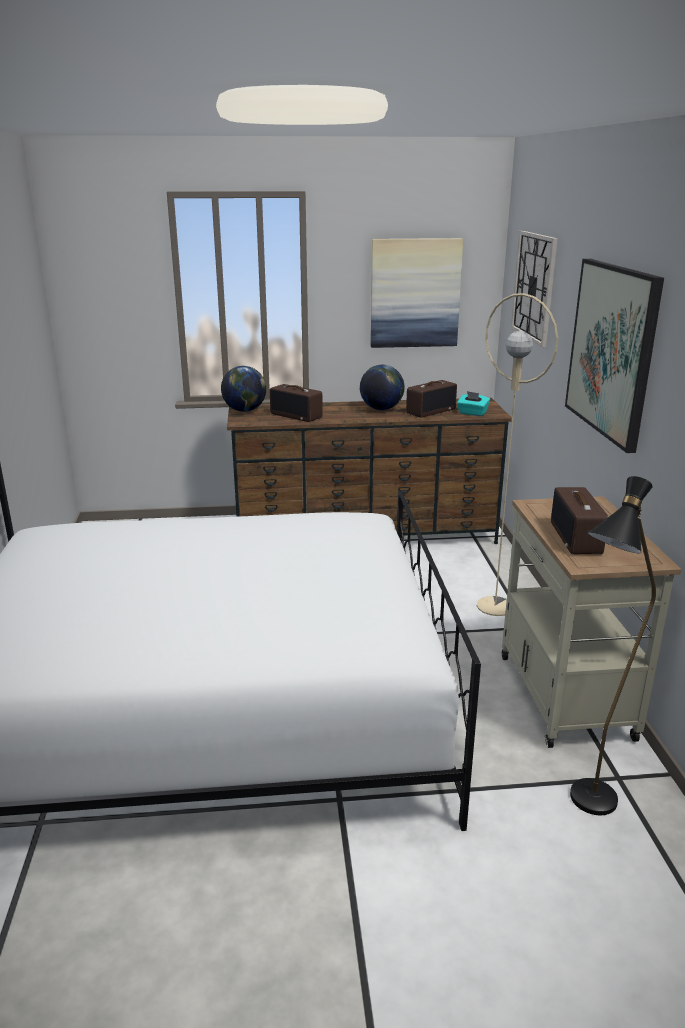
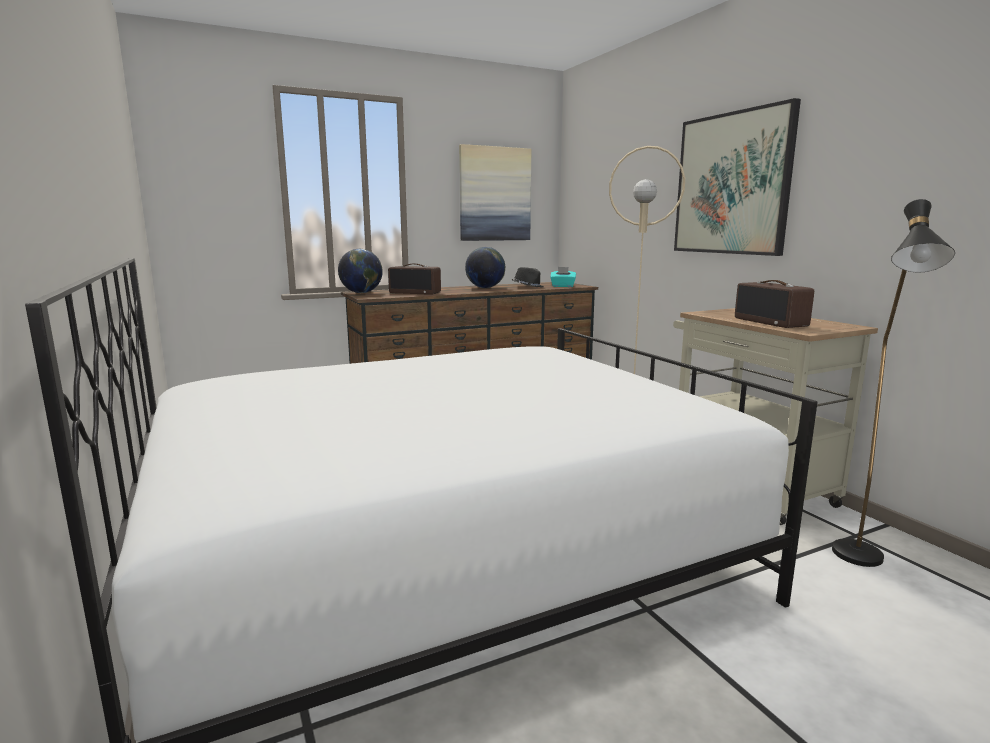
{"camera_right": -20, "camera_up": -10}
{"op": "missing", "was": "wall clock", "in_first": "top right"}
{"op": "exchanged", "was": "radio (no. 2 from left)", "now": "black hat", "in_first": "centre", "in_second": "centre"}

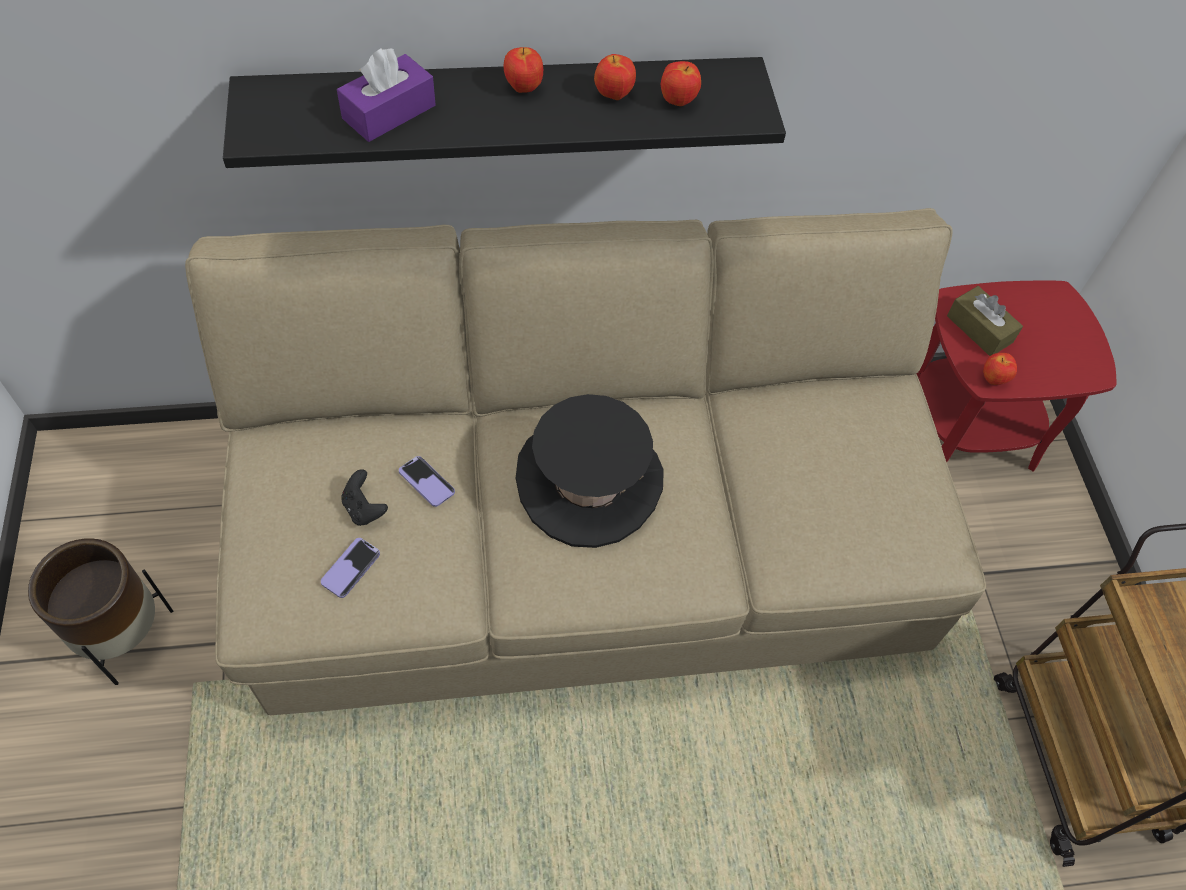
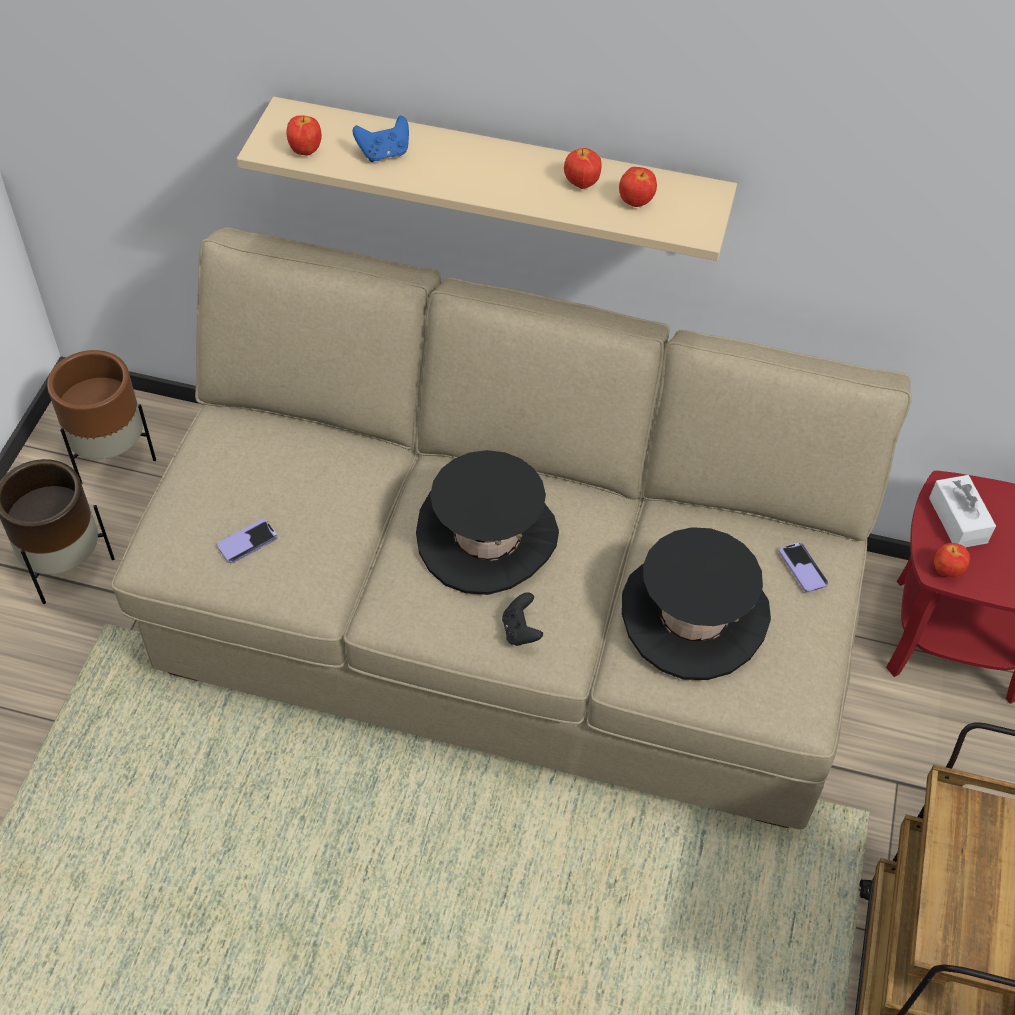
{"camera_right": 25, "camera_up": -5}
{"op": "appeared", "now": "brown planter (no. 2 from left)", "in_second": "middle left"}
{"op": "appeared", "now": "black hat (no. 2 from left)", "in_second": "middle right"}
{"op": "relocated", "was": "black game controller", "in_first": "middle left", "in_second": "centre"}
{"op": "relocated", "was": "phone (no. 2 from left)", "in_first": "centre", "in_second": "middle right"}
{"op": "relocated", "was": "apple (no. 1 from left)", "in_first": "top centre", "in_second": "top left"}
{"op": "exchanged", "was": "purple tissue box", "now": "blue game controller", "in_first": "top left", "in_second": "top centre"}
{"op": "colour", "was": "black shelf", "now": "beige shelf", "in_first": "top centre", "in_second": "top centre"}
{"op": "colour", "was": "brown tissue box", "now": "white tissue box", "in_first": "middle right", "in_second": "middle right"}

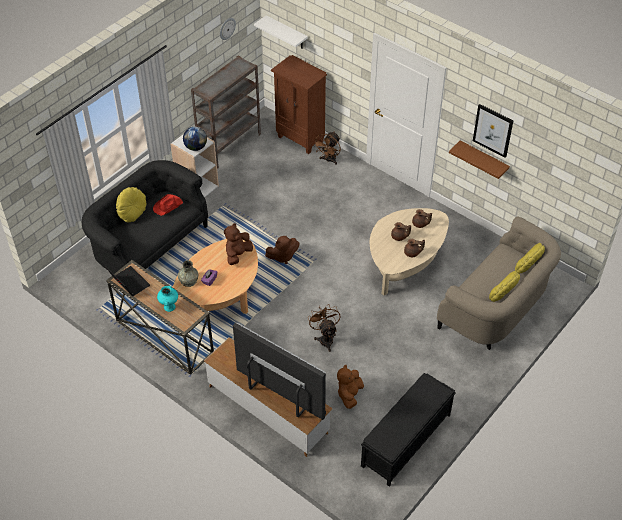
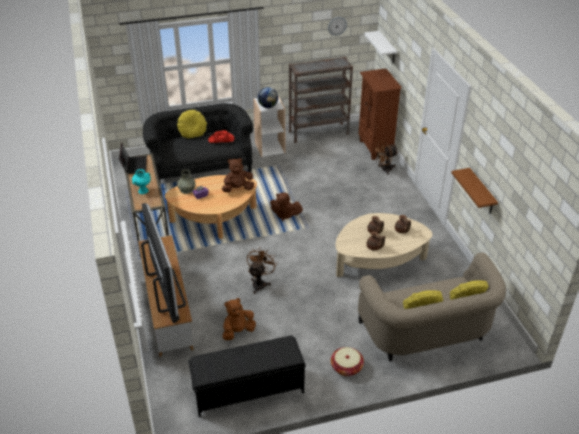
{"camera_right": 35, "camera_up": -10}
{"op": "missing", "was": "picture", "in_first": "top right"}
{"op": "appeared", "now": "basket", "in_second": "bottom centre"}

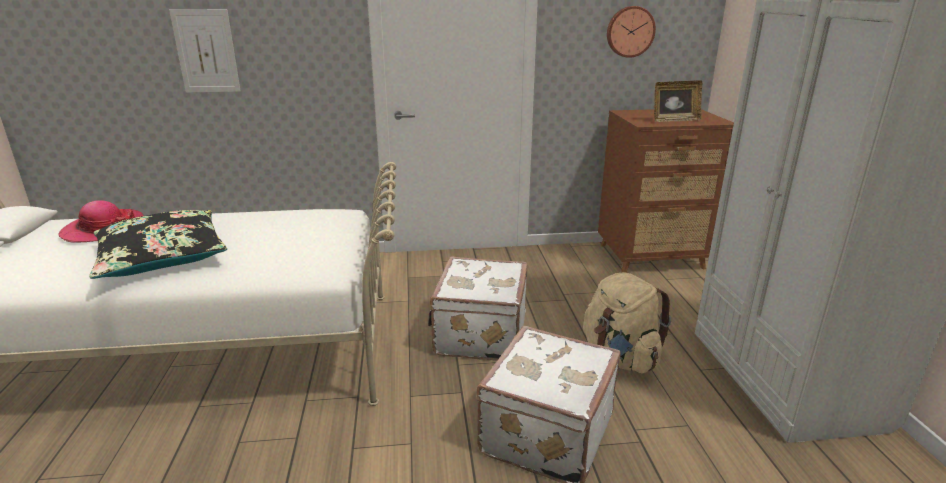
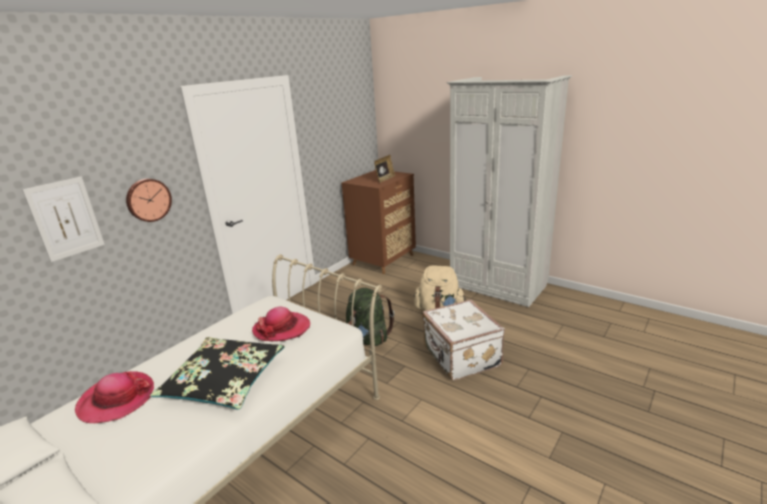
{"camera_right": -45, "camera_up": 0}
{"op": "appeared", "now": "hat (no. 2 from left)", "in_second": "centre"}
{"op": "relocated", "was": "wall clock", "in_first": "top right", "in_second": "middle left"}
{"op": "exchanged", "was": "white suitcase (no. 1 from left)", "now": "green backpack", "in_first": "centre", "in_second": "centre"}

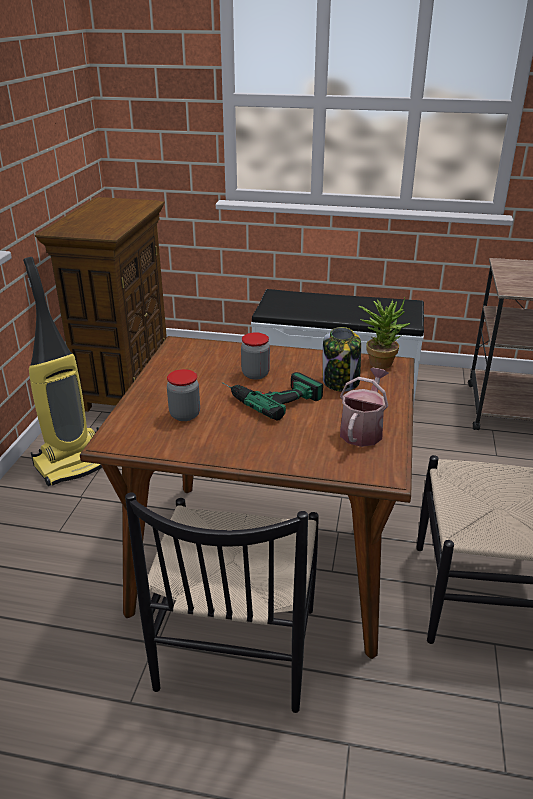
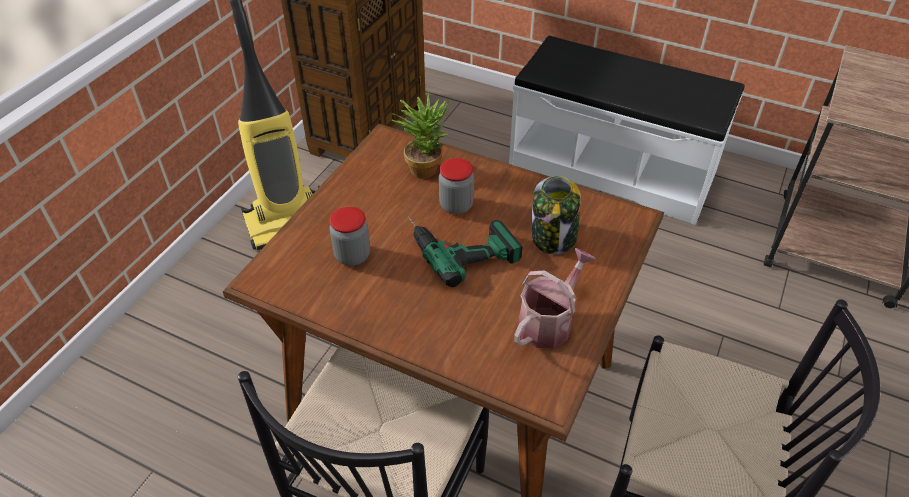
{"camera_right": 15, "camera_up": 15}
{"op": "relocated", "was": "potted plant", "in_first": "middle right", "in_second": "top centre"}

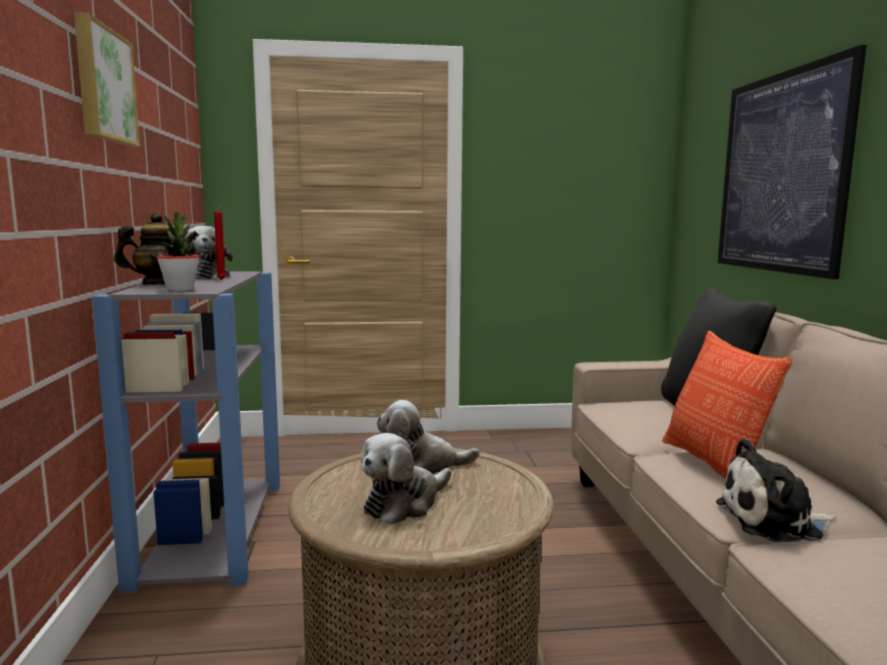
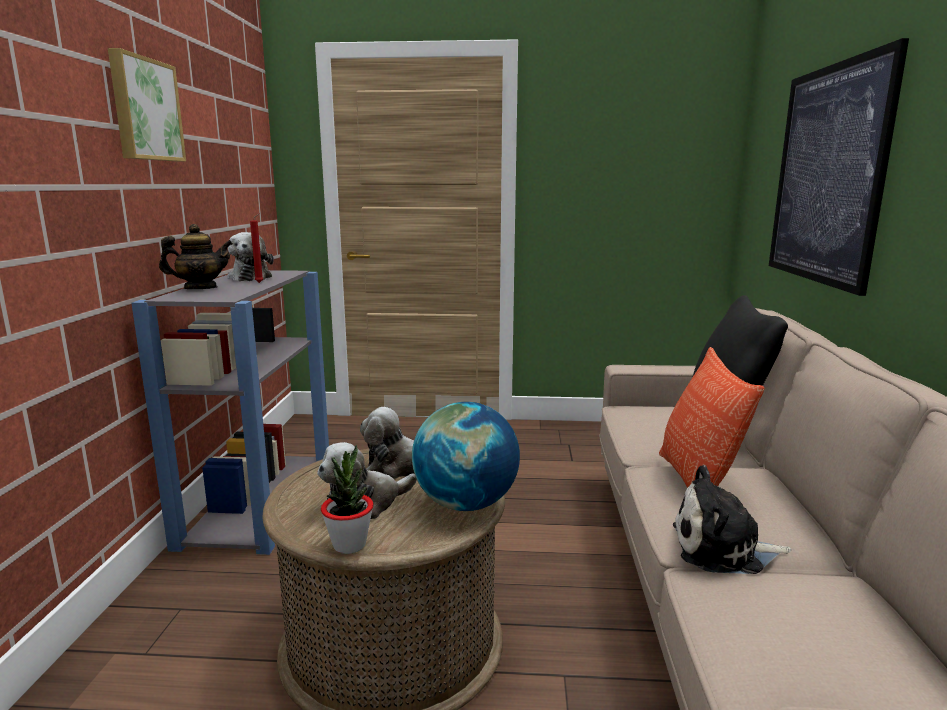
{"camera_right": 10, "camera_up": 5}
{"op": "appeared", "now": "globe", "in_second": "centre"}
{"op": "relocated", "was": "potted plant", "in_first": "middle left", "in_second": "bottom centre"}

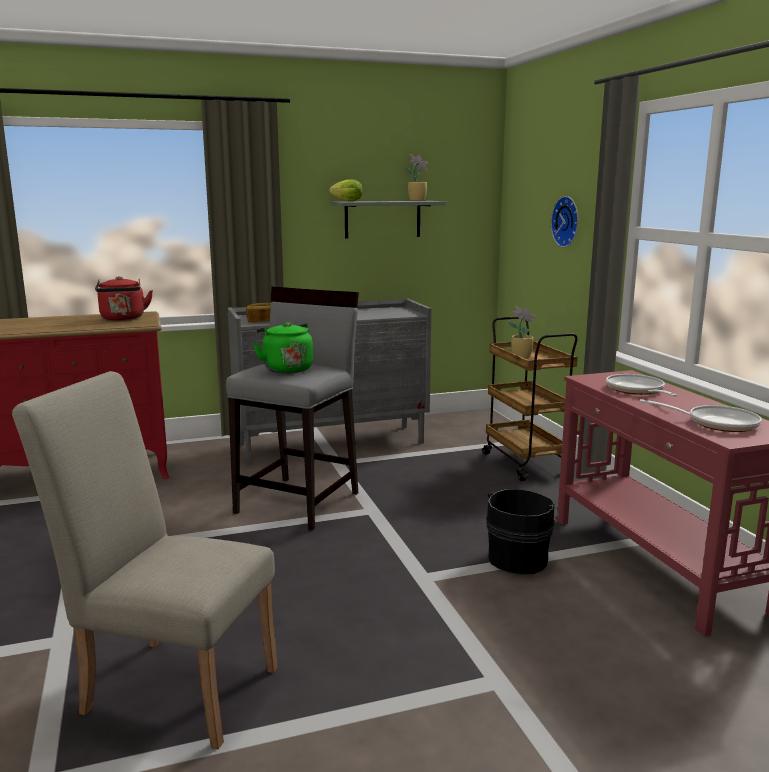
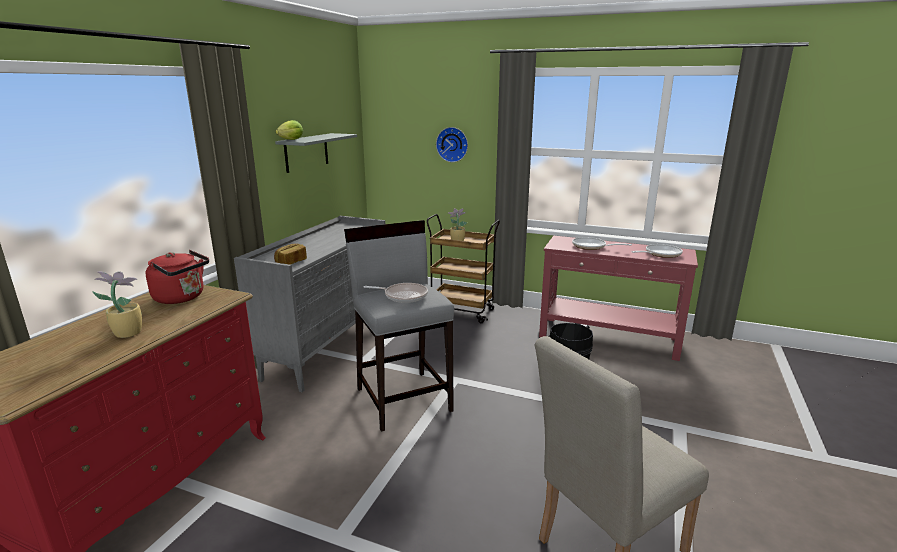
{"camera_right": -50, "camera_up": 5}
{"op": "relocated", "was": "potted plant (no. 1 from left)", "in_first": "top centre", "in_second": "middle left"}
{"op": "exchanged", "was": "green kettle", "now": "frying pan (no. 1 from left)", "in_first": "centre", "in_second": "centre"}

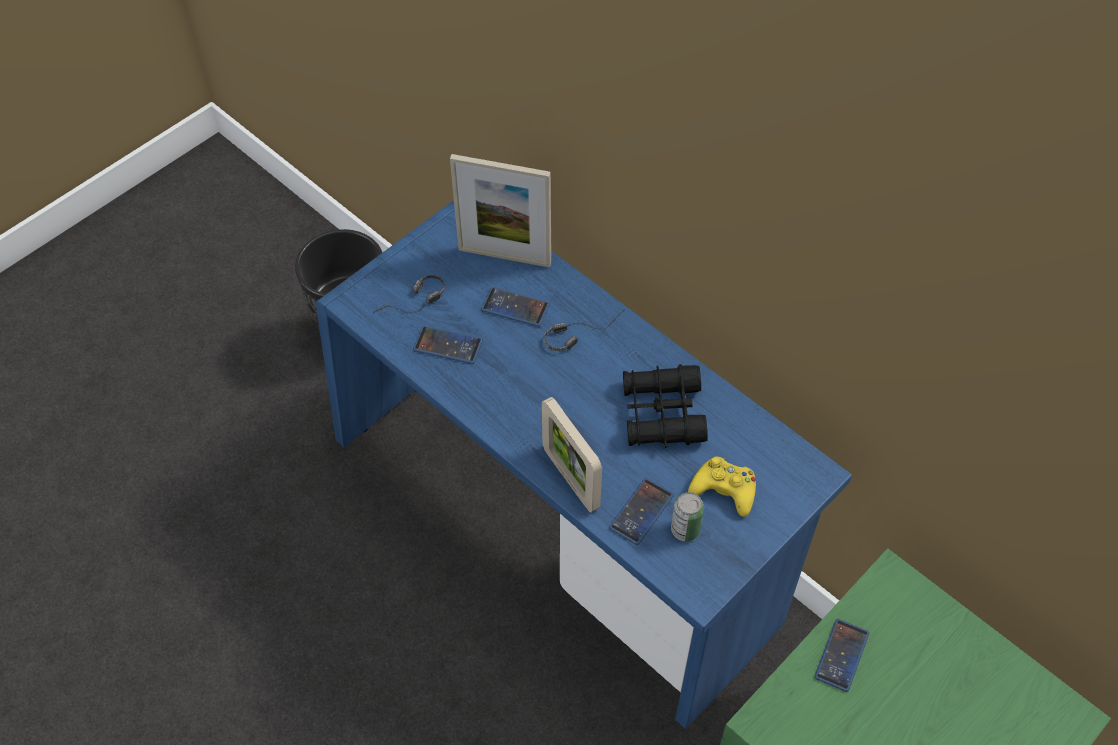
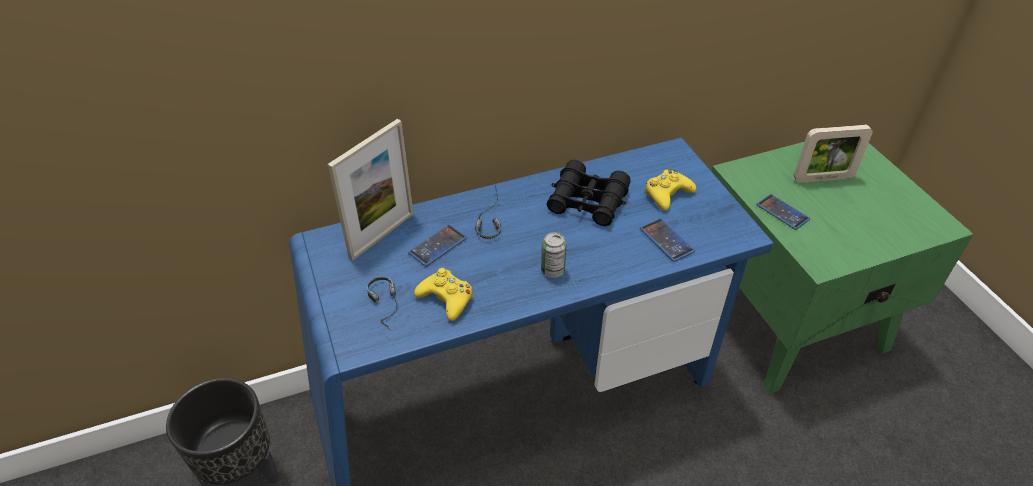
{"camera_right": -65, "camera_up": -10}
{"op": "relocated", "was": "picture frame (no. 2 from left)", "in_first": "centre", "in_second": "top right"}
{"op": "relocated", "was": "can", "in_first": "bottom centre", "in_second": "centre"}
{"op": "exchanged", "was": "phone (no. 1 from left)", "now": "yellow game controller (no. 1 from left)", "in_first": "centre", "in_second": "centre"}

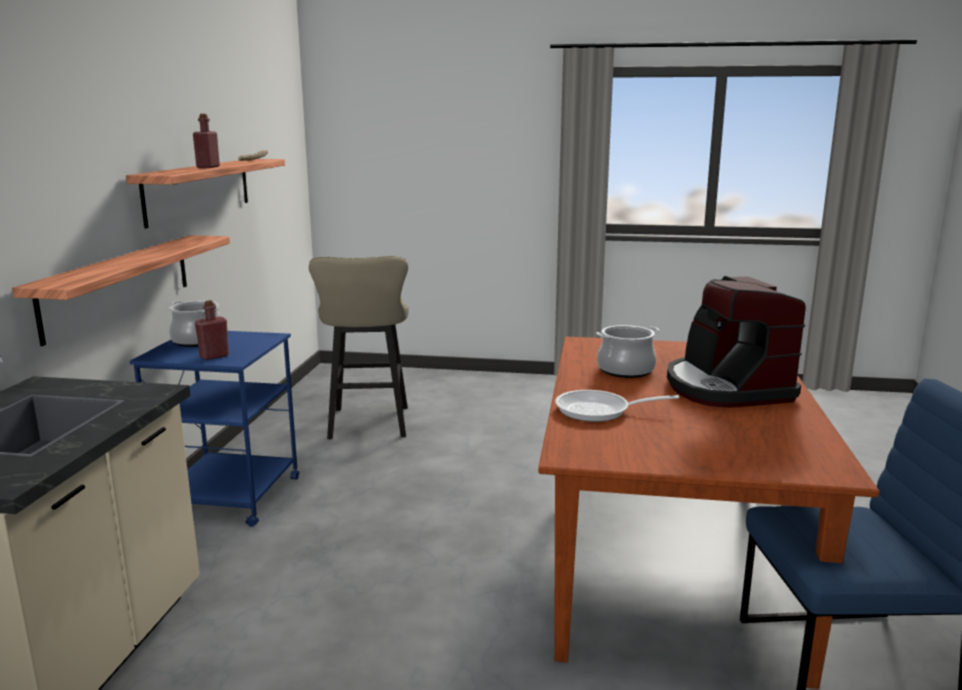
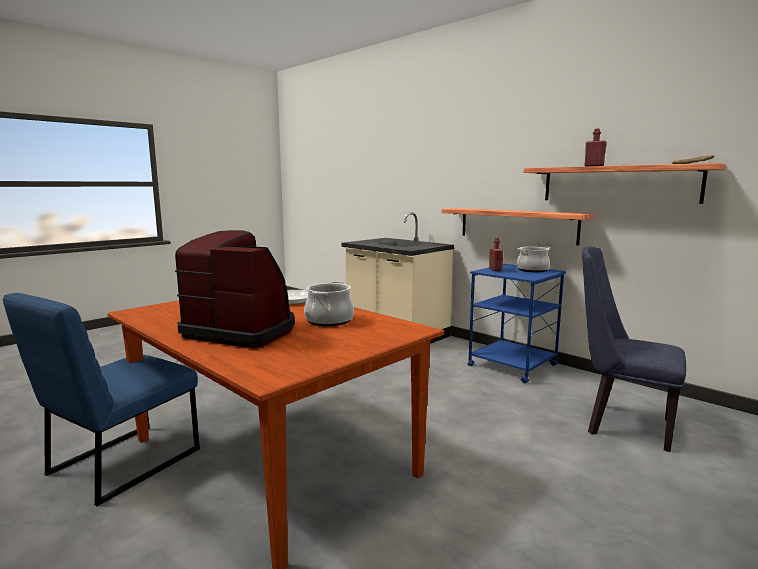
{"camera_right": 125, "camera_up": -5}
{"op": "exchanged", "was": "beige stool", "now": "blue chair (no. 2 from left)", "in_first": "centre", "in_second": "middle right"}

